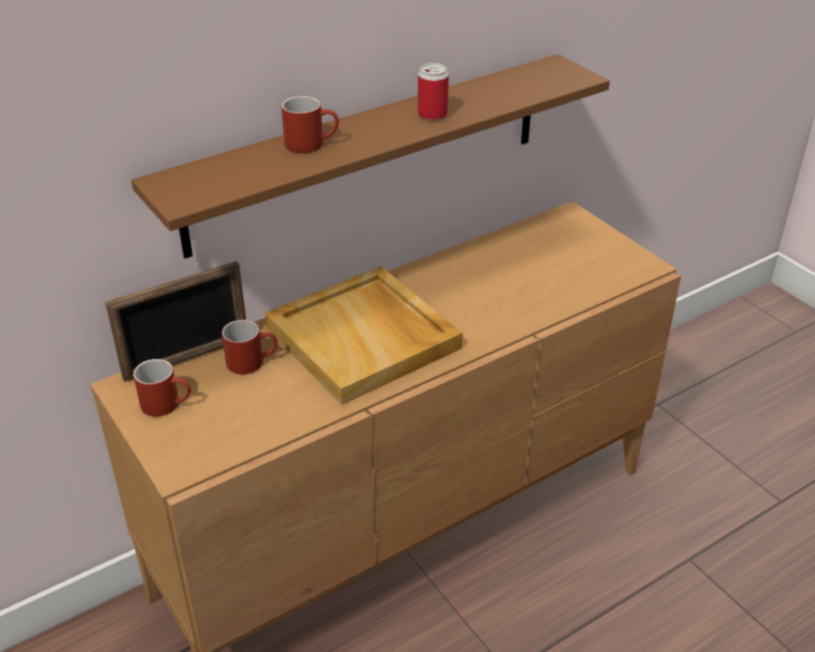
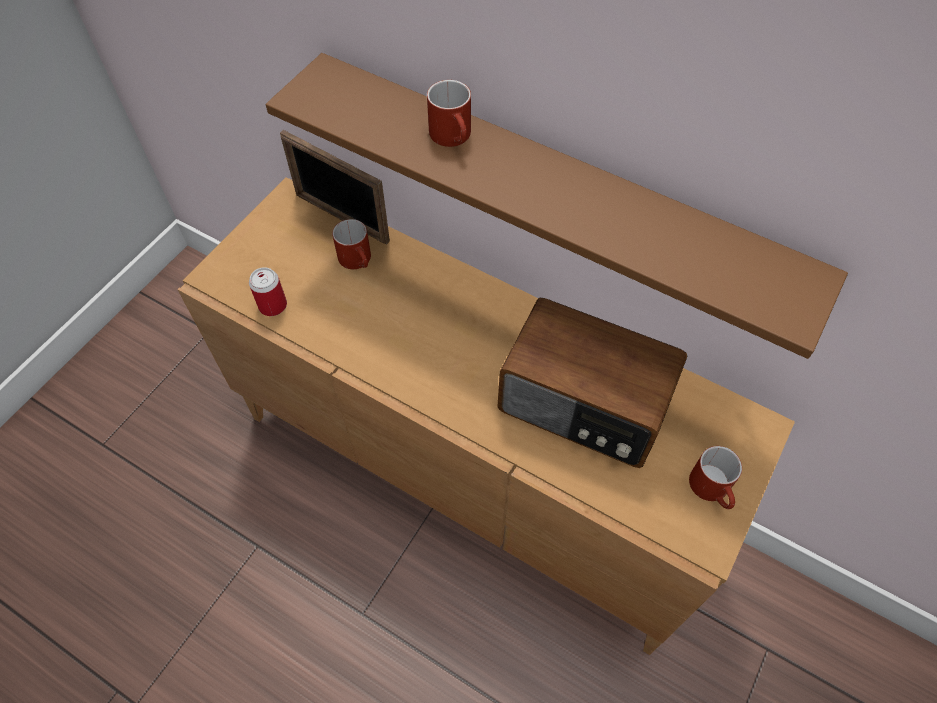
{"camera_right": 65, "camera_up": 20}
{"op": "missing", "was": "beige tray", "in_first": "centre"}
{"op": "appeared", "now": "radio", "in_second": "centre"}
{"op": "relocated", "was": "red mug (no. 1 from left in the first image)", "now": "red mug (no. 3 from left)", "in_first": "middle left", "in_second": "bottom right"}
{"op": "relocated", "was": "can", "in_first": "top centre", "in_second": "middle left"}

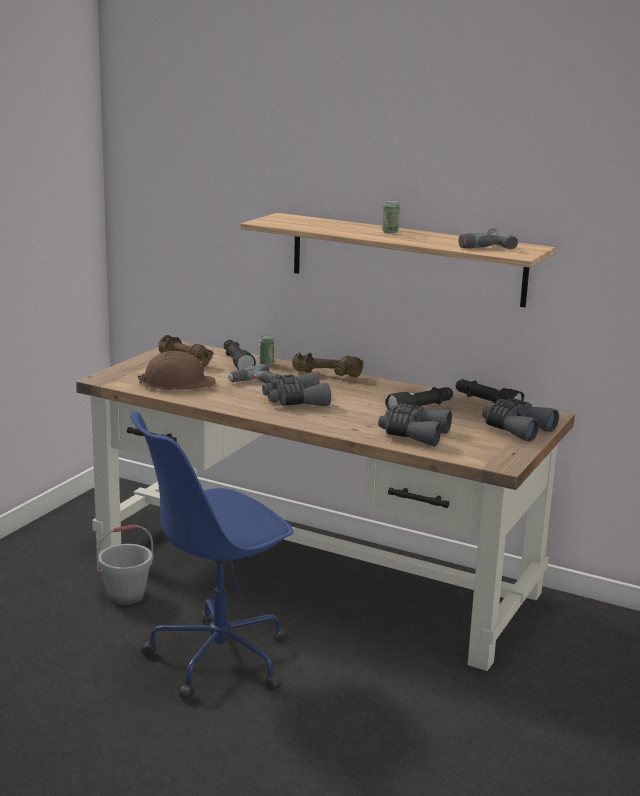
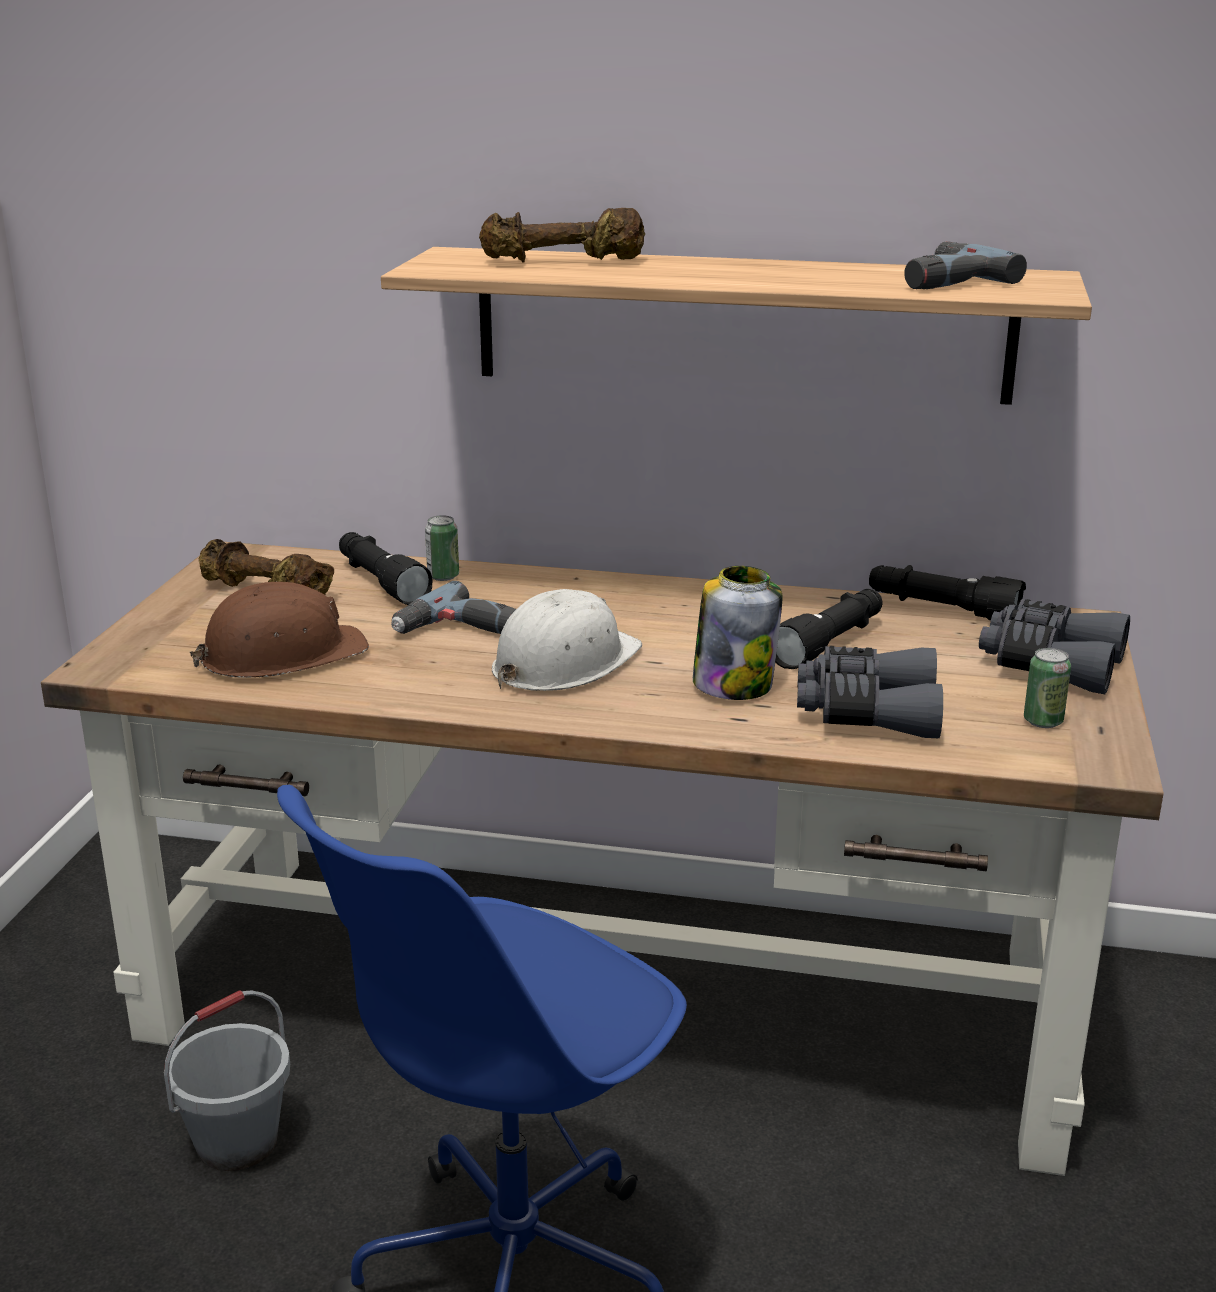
{"camera_right": -15, "camera_up": 5}
{"op": "appeared", "now": "jar", "in_second": "centre"}
{"op": "relocated", "was": "brown dumbbell (no. 2 from left)", "in_first": "centre", "in_second": "top centre"}
{"op": "relocated", "was": "can (no. 2 from left)", "in_first": "top centre", "in_second": "middle right"}
{"op": "exchanged", "was": "grey binoculars (no. 1 from left)", "now": "white hard hat", "in_first": "centre", "in_second": "centre"}

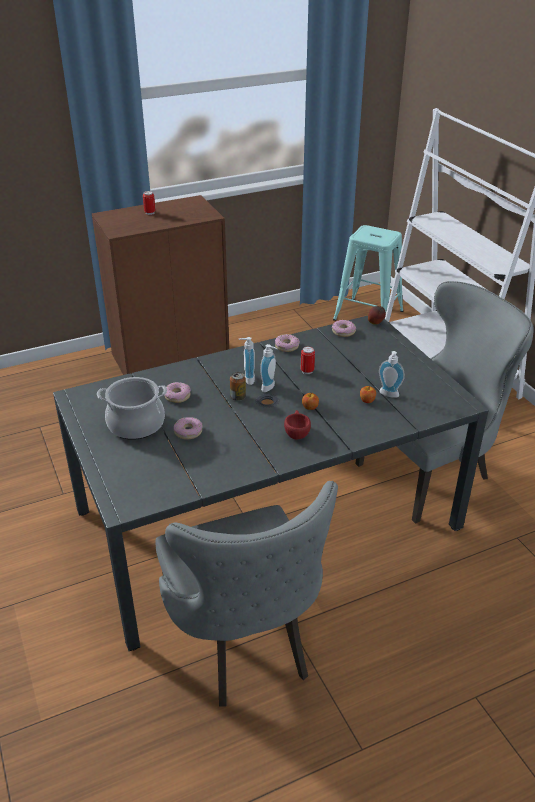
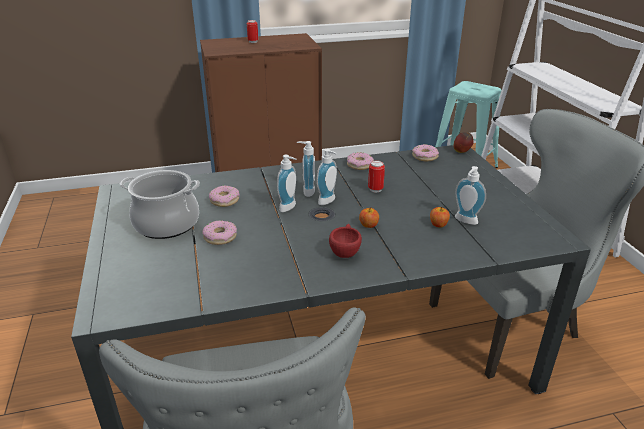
{"camera_right": 10, "camera_up": -5}
{"op": "exchanged", "was": "can (no. 2 from left)", "now": "soap dispenser (no. 1 from left)", "in_first": "centre", "in_second": "centre"}

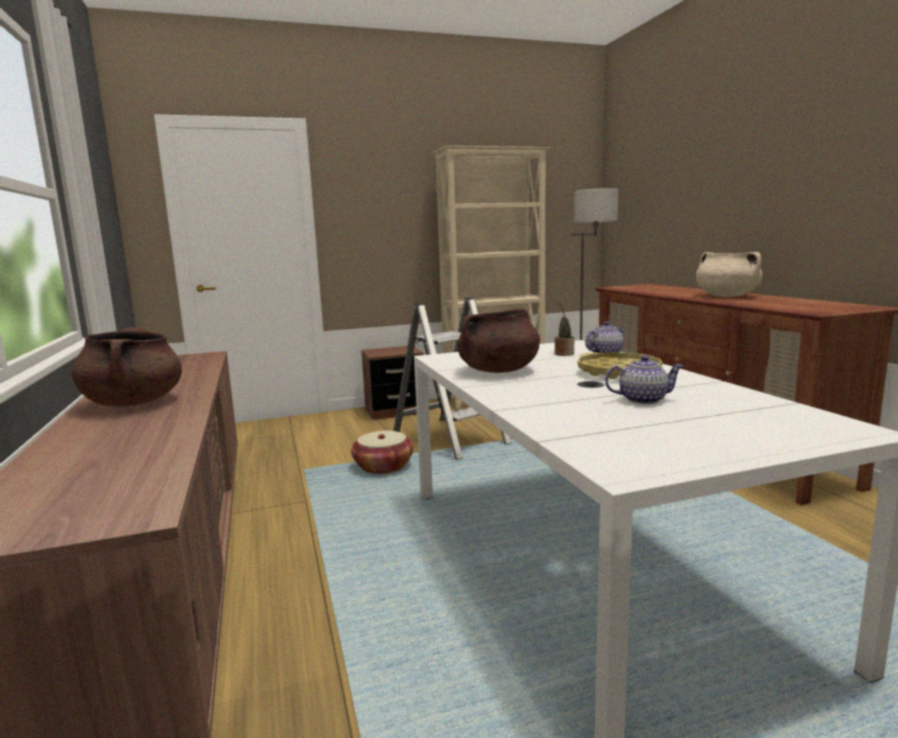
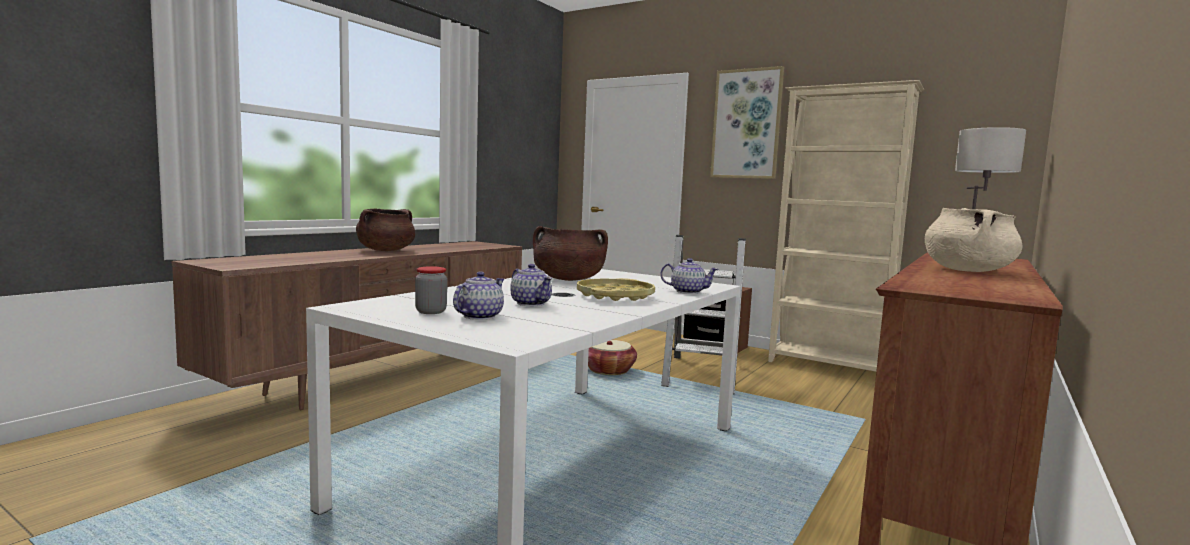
{"camera_right": 50, "camera_up": -5}
{"op": "missing", "was": "potted plant", "in_first": "centre"}
{"op": "appeared", "now": "jar", "in_second": "centre"}
{"op": "appeared", "now": "teapot (no. 1 from left)", "in_second": "centre"}
{"op": "appeared", "now": "picture", "in_second": "top centre"}

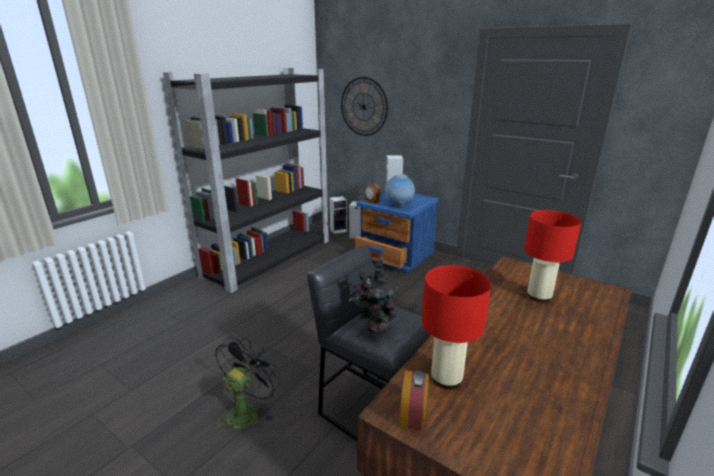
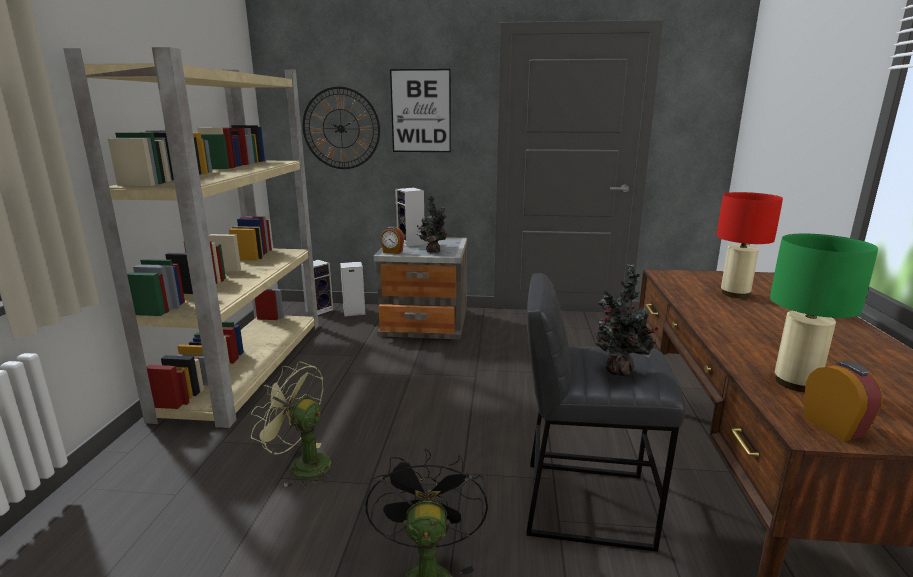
{"camera_right": -30, "camera_up": -5}
{"op": "appeared", "now": "green fan", "in_second": "bottom left"}
{"op": "appeared", "now": "picture", "in_second": "top centre"}
{"op": "exchanged", "was": "globe", "now": "potted plant (no. 1 from left)", "in_first": "centre", "in_second": "centre"}
{"op": "colour", "was": "black bookcase", "now": "beige bookcase", "in_first": "centre", "in_second": "middle left"}
{"op": "colour", "was": "blue nightstand", "now": "grey nightstand", "in_first": "centre", "in_second": "centre"}
{"op": "colour", "was": "red table lamp (no. 1 from left)", "now": "green table lamp", "in_first": "bottom centre", "in_second": "middle right"}

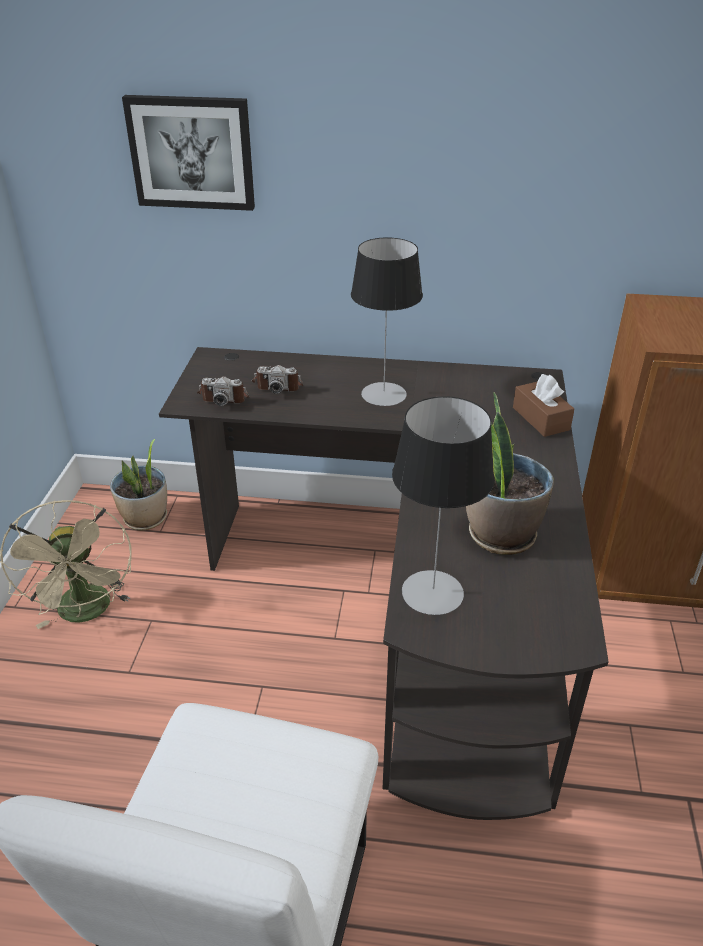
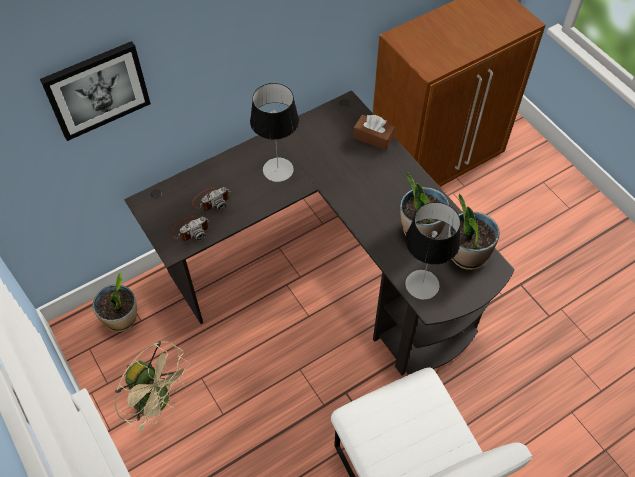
{"camera_right": -40, "camera_up": 20}
{"op": "appeared", "now": "potted plant (no. 3 from left)", "in_second": "middle right"}

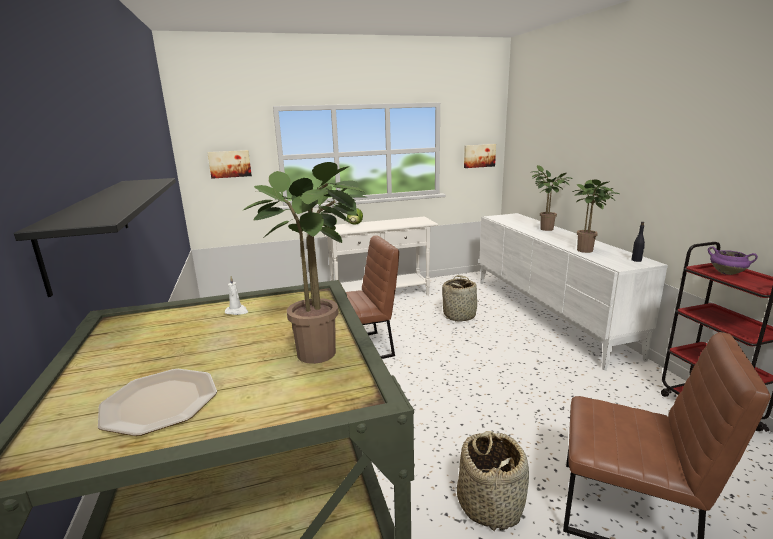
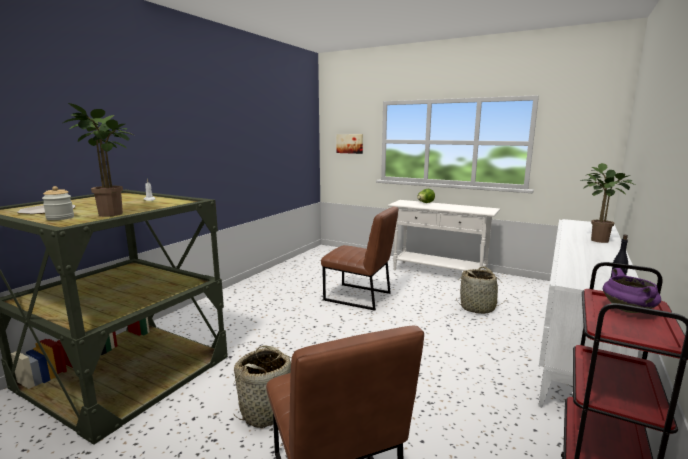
{"camera_right": 45, "camera_up": -5}
{"op": "missing", "was": "black shelf", "in_first": "middle left"}
{"op": "missing", "was": "picture (no. 2 from left)", "in_first": "top centre"}
{"op": "missing", "was": "potted plant (no. 3 from left)", "in_first": "middle right"}
{"op": "appeared", "now": "jar", "in_second": "middle left"}

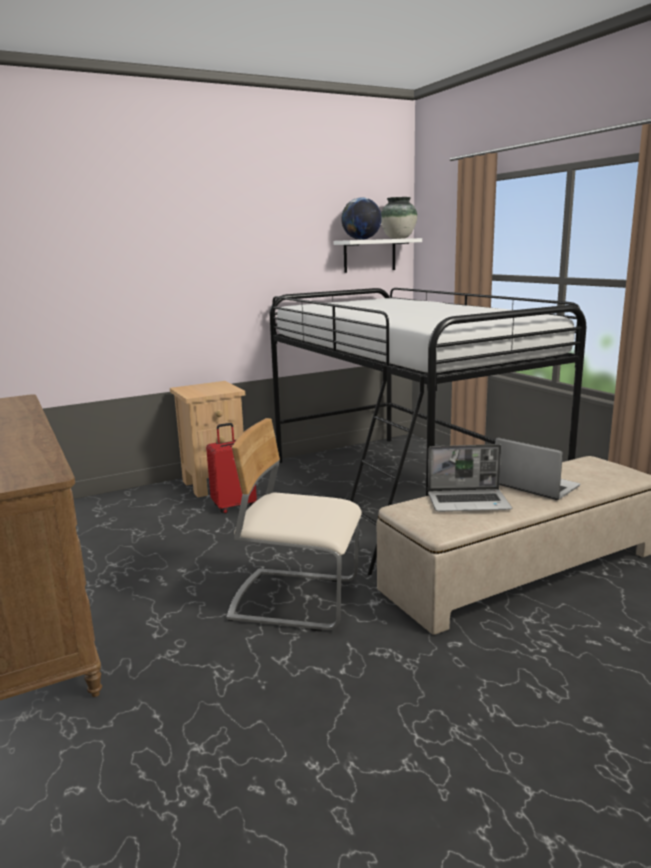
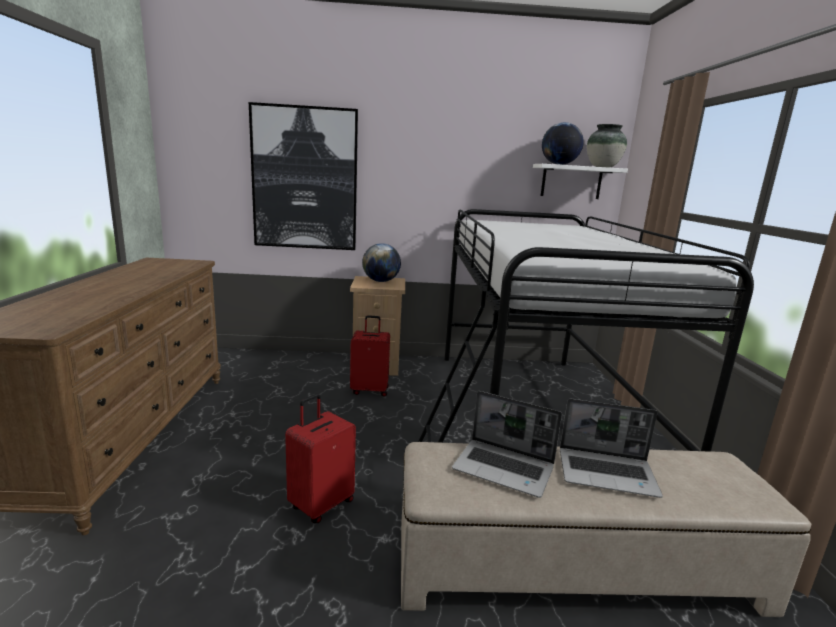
{"camera_right": 25, "camera_up": 0}
{"op": "appeared", "now": "picture", "in_second": "top centre"}
{"op": "appeared", "now": "globe (no. 1 from left)", "in_second": "centre"}
{"op": "exchanged", "was": "beige chair", "now": "red suitcase (no. 1 from left)", "in_first": "centre", "in_second": "bottom centre"}
{"op": "spun", "was": "laptop (no. 2 from left)", "in_first": "middle right", "in_second": "bottom right", "clockwise": 120}

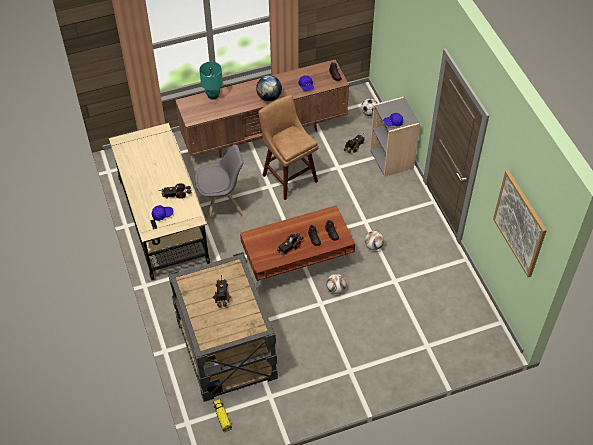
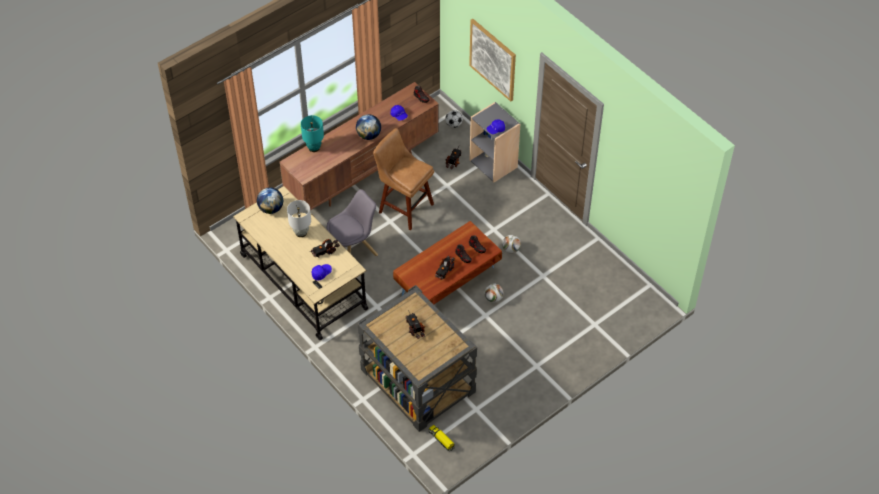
{"camera_right": -20, "camera_up": 0}
{"op": "appeared", "now": "globe (no. 1 from left)", "in_second": "middle left"}
{"op": "appeared", "now": "white table lamp", "in_second": "centre"}
{"op": "relocated", "was": "picture", "in_first": "middle right", "in_second": "top centre"}

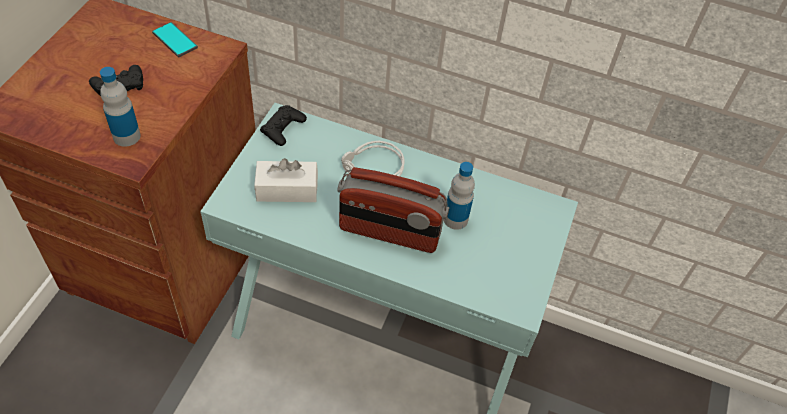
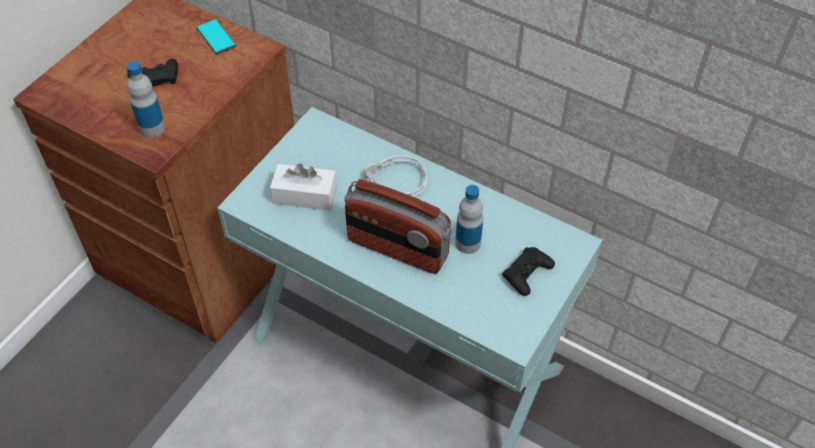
{"camera_right": 15, "camera_up": 0}
{"op": "relocated", "was": "black game controller (no. 2 from left)", "in_first": "top centre", "in_second": "centre"}

